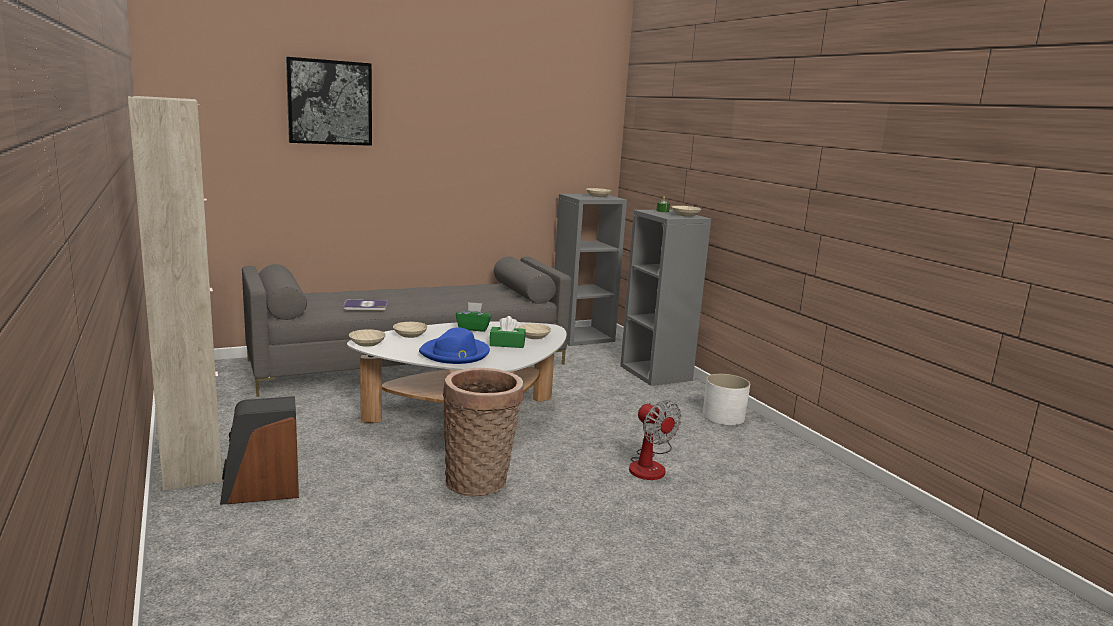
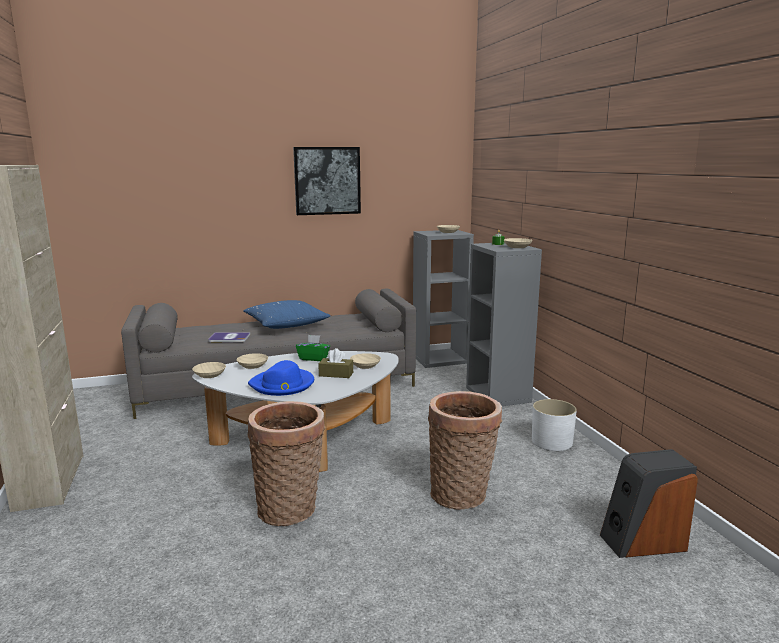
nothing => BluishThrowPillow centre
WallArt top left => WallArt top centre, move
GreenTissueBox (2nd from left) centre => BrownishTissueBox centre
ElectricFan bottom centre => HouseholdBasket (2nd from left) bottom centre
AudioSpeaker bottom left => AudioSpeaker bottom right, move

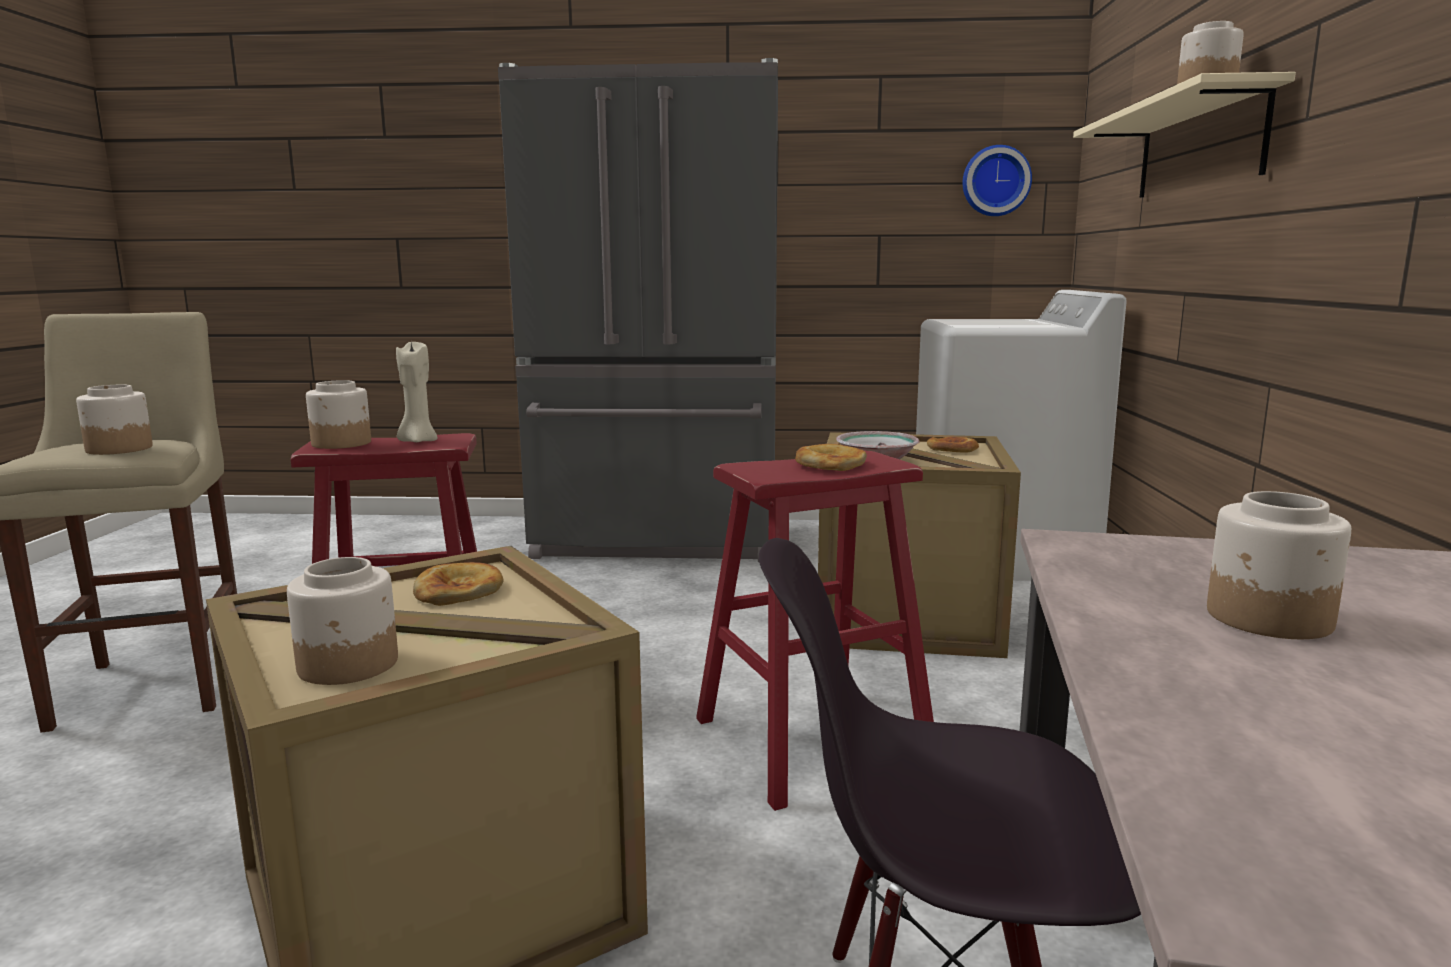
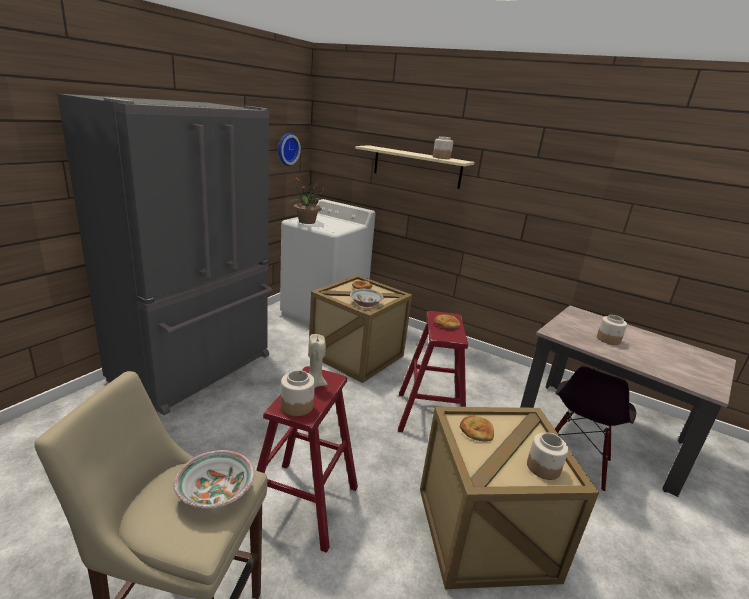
Jar (1st from left) middle left => Bowl (1st from left) bottom left
nothing => PlantInAPot centre

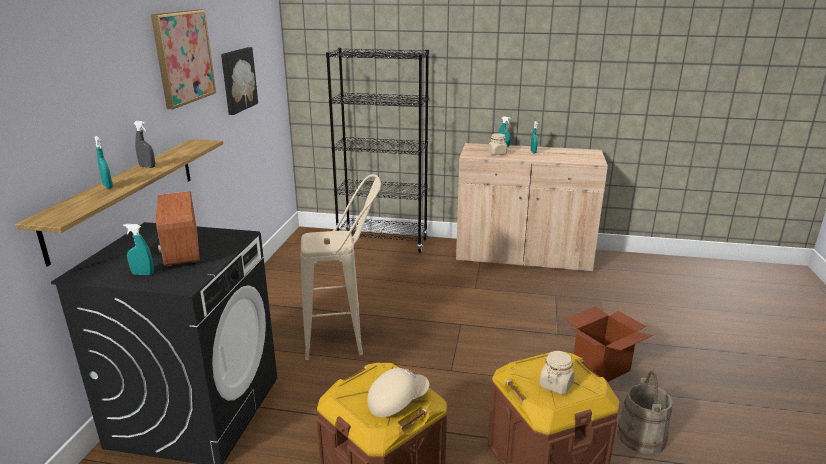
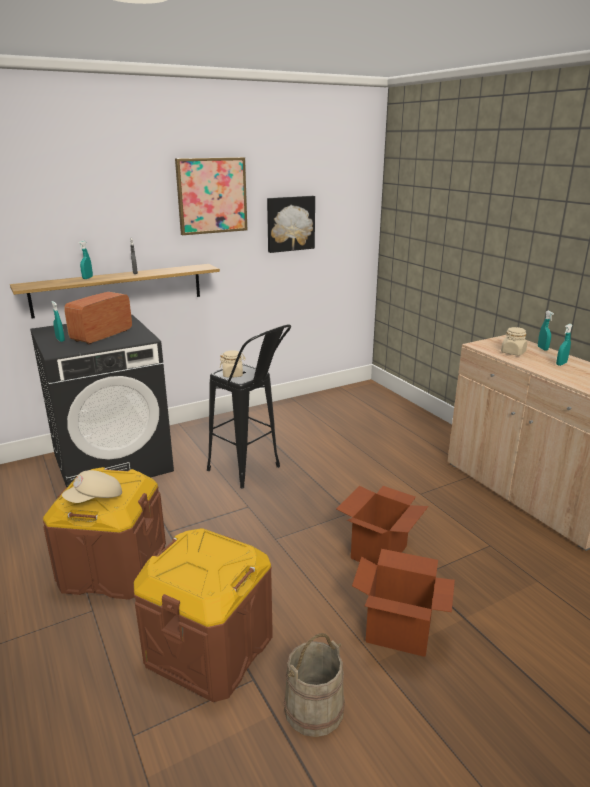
BeigeColouredBaseballCap bottom centre => BeigeColouredBaseballCap middle left, 120 degrees clockwise
BeigeColouredStoolSeat centre => BlackStoolSeat centre
BeigeColouredJar (2nd from left in the first image) bottom right => BeigeColouredJar (1st from left) centre, move
nothing => PackingBox (1st from left) bottom centre
BlackBookcase top centre => nothing

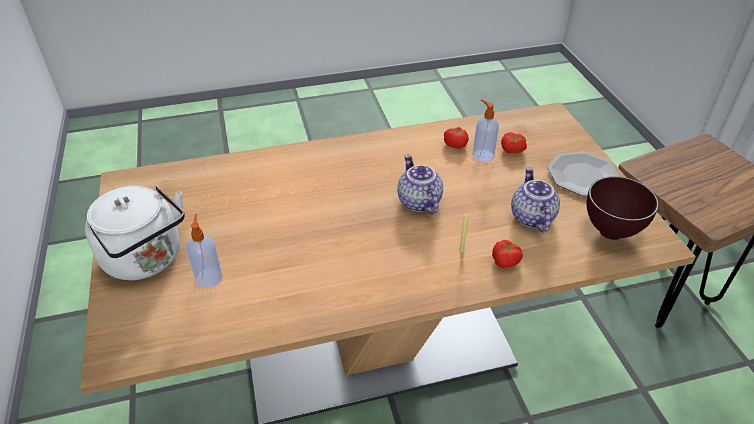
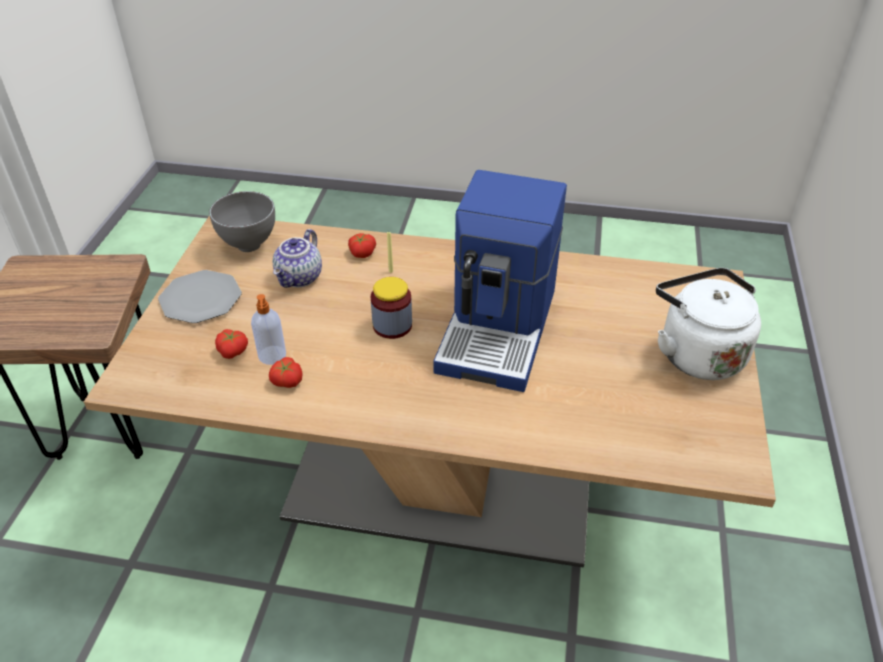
BrownishBowl middle right => GrayBowl middle left
Teapot (1st from left) centre => Jar centre
nothing => CoffeeMaker centre
SoapBottle (1st from left) middle left => nothing

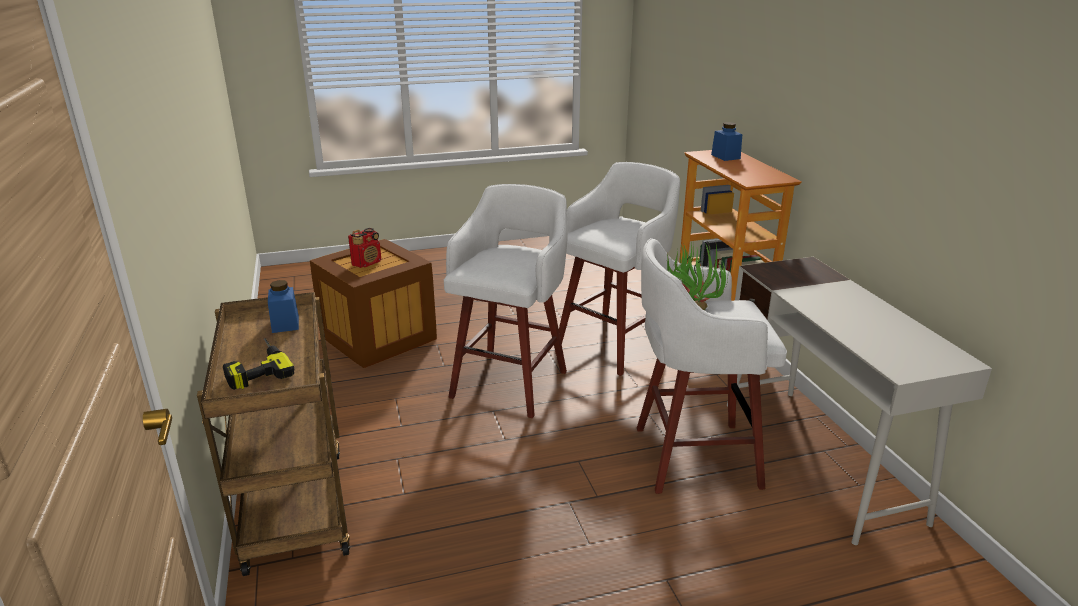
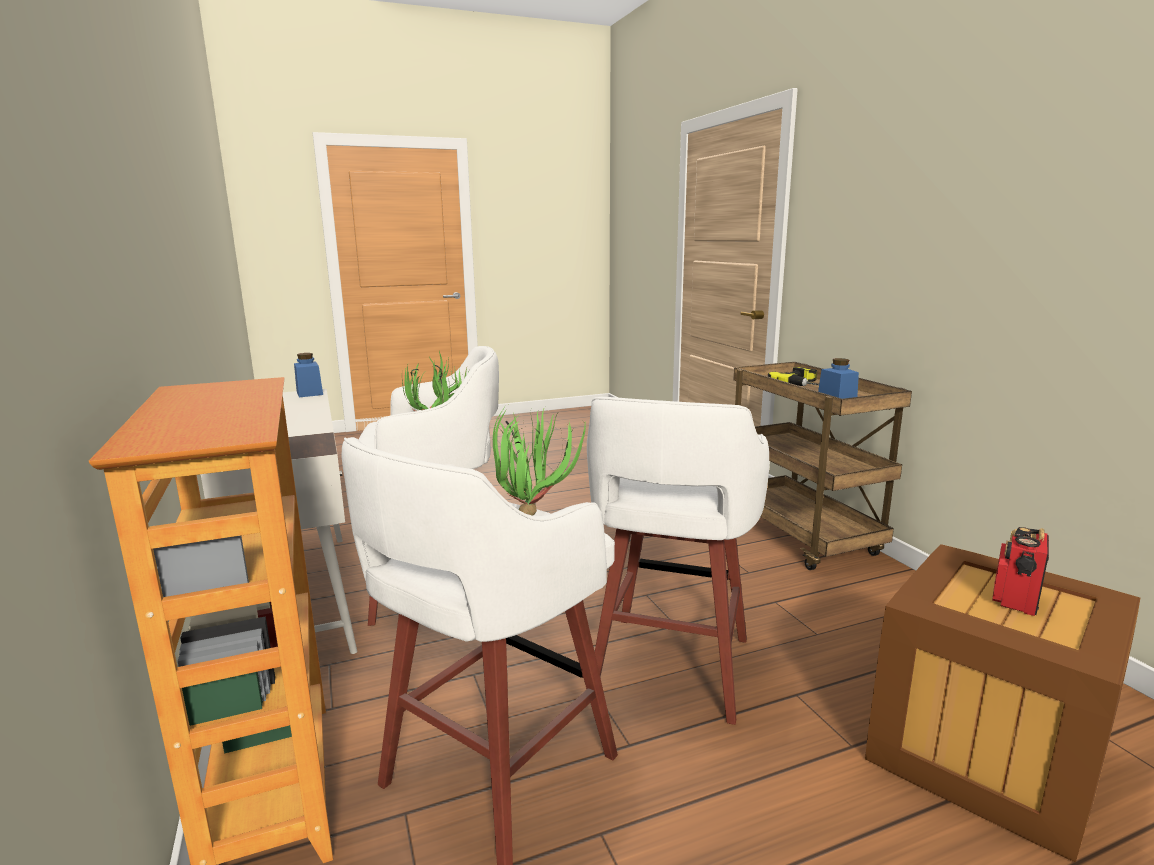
BluishJar (2nd from left in the first image) top right => BluishJar (1st from left) middle left, move
nothing => PlantInAPot (2nd from left) centre

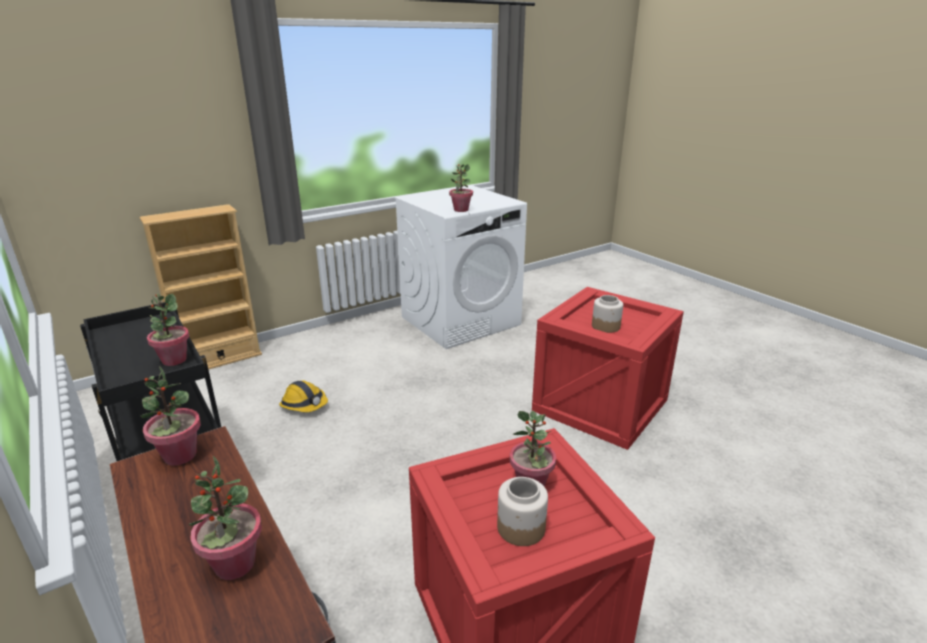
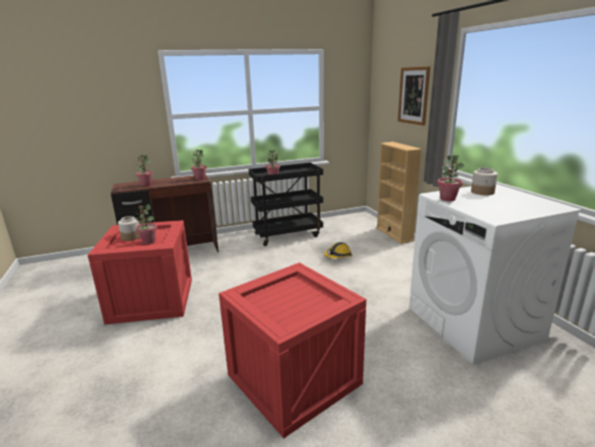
nothing => WallArt top right
Jar (2nd from left) centre => Jar (2nd from left) middle right, move

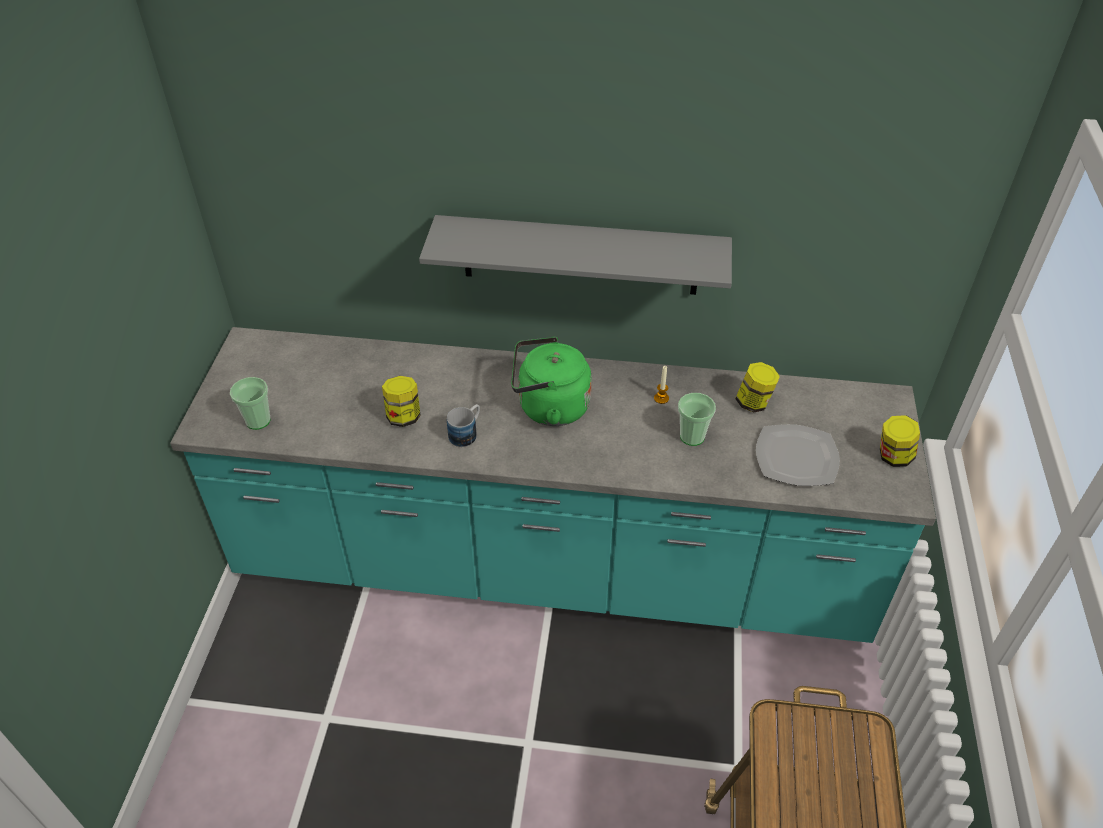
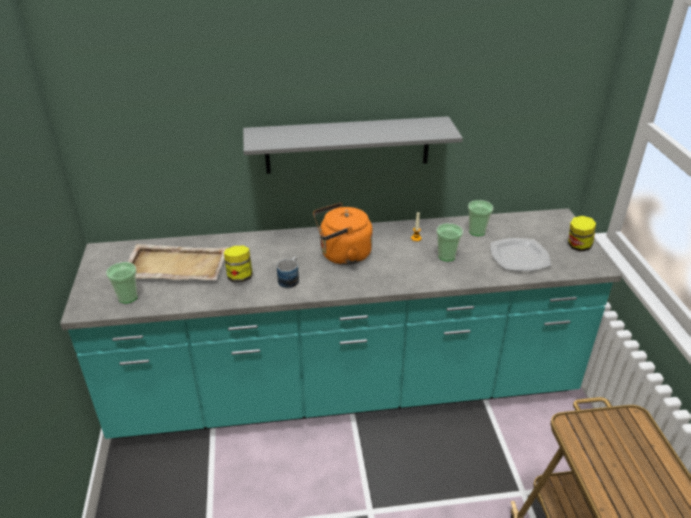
nothing => BeigeColouredTray middle left
GreenTeaKettle centre => OrangeColouredTeaKettle centre
Jar (2nd from left) middle right => SmallCup (3rd from left) middle right

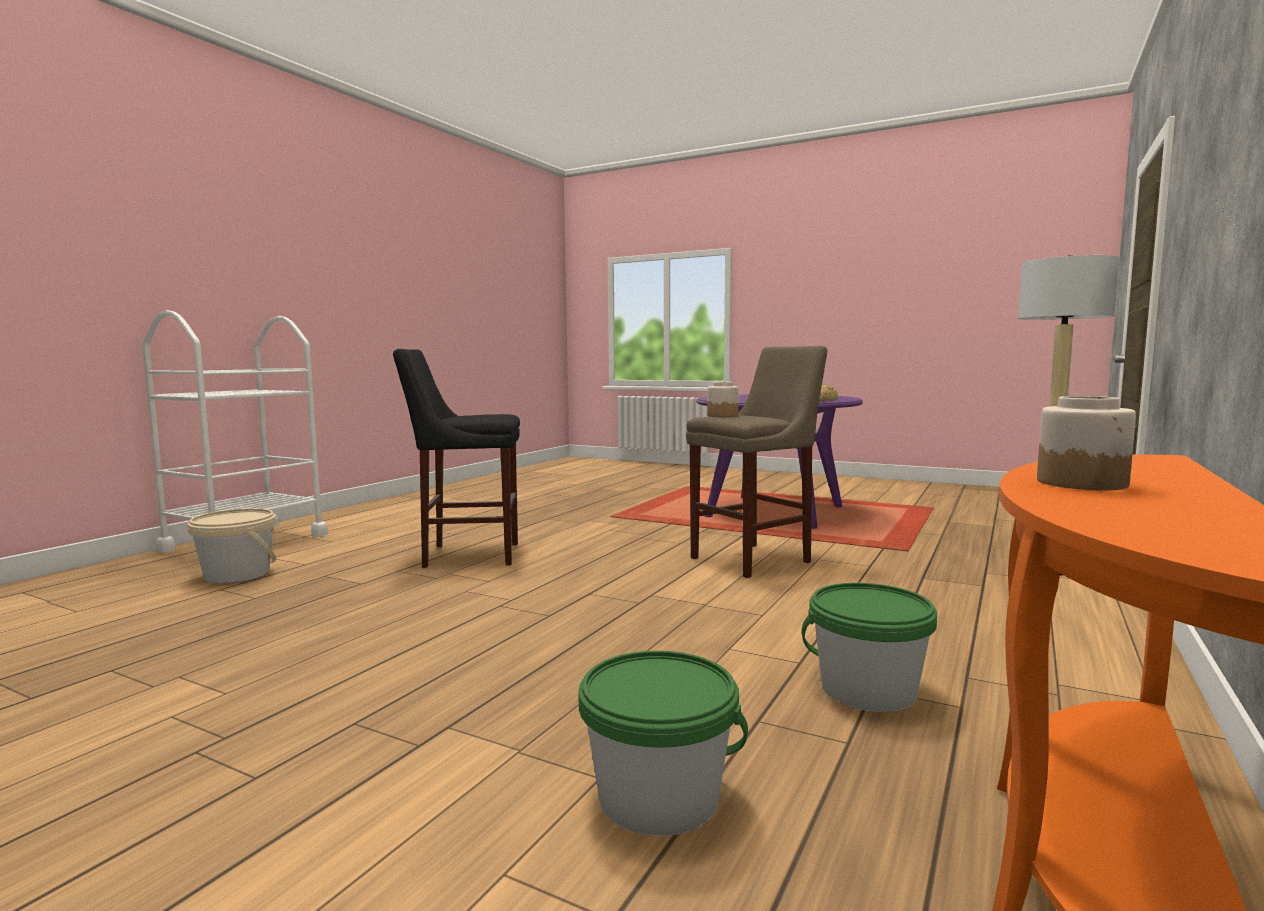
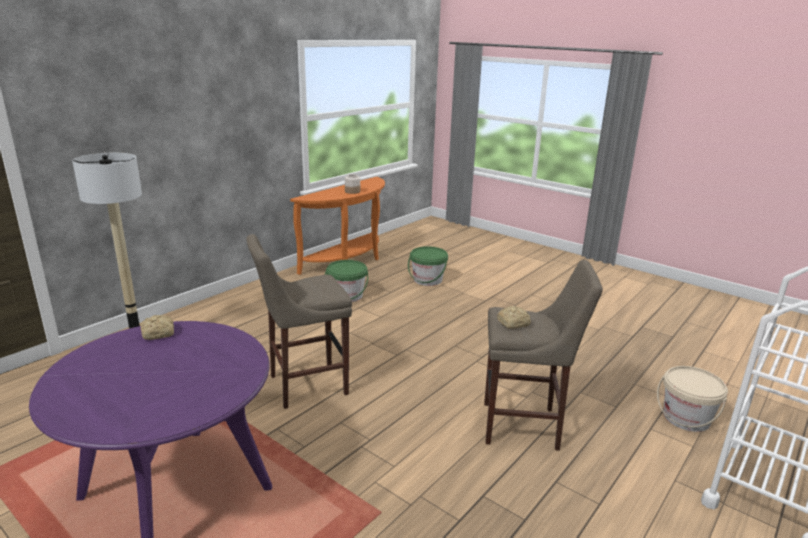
BlackStoolSeat centre => BeigeColouredStoolSeat (2nd from left) middle right
nothing => BakeryBread (2nd from left) centre
Jar (1st from left) centre => nothing

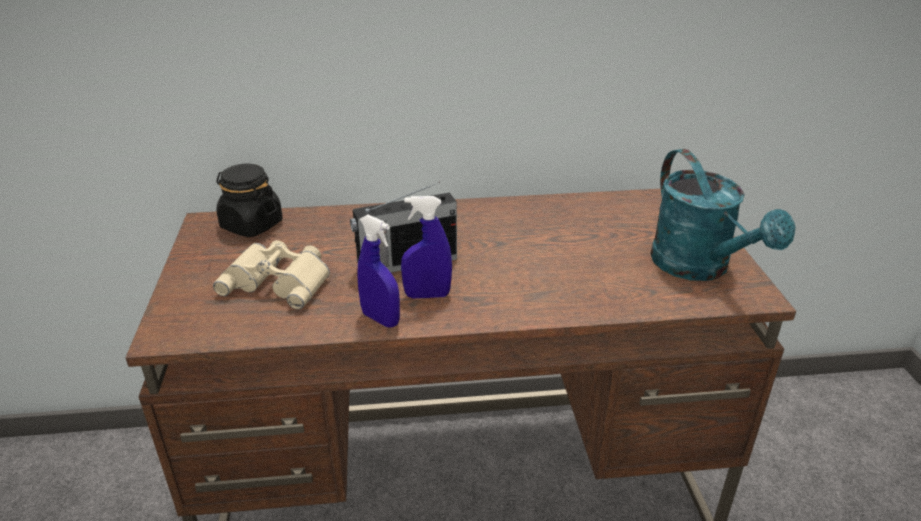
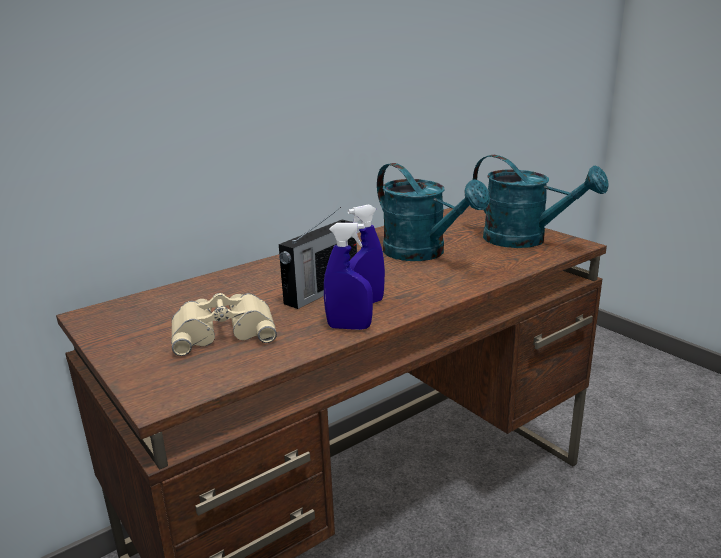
nothing => TurquoiseColouredSprinklingCan (1st from left) centre
BlackJar middle left => nothing

